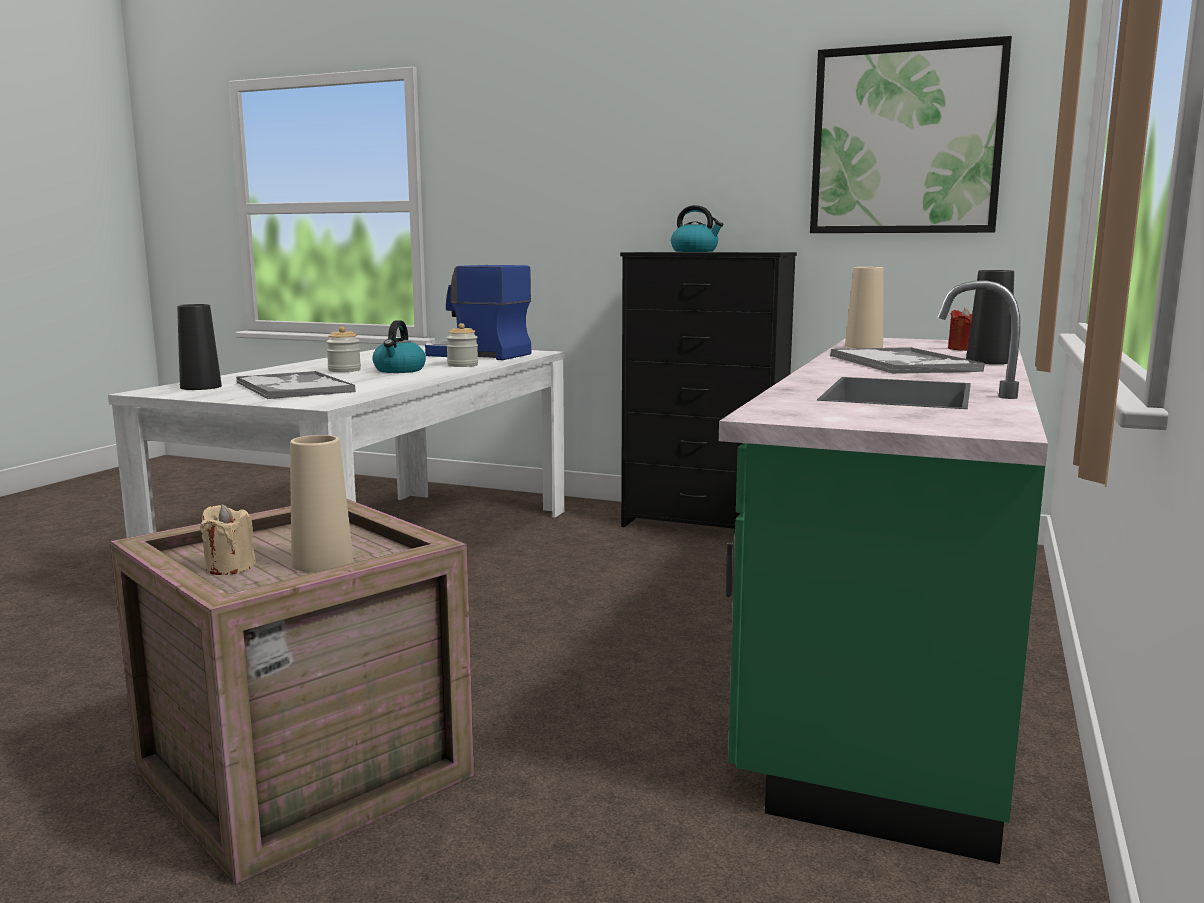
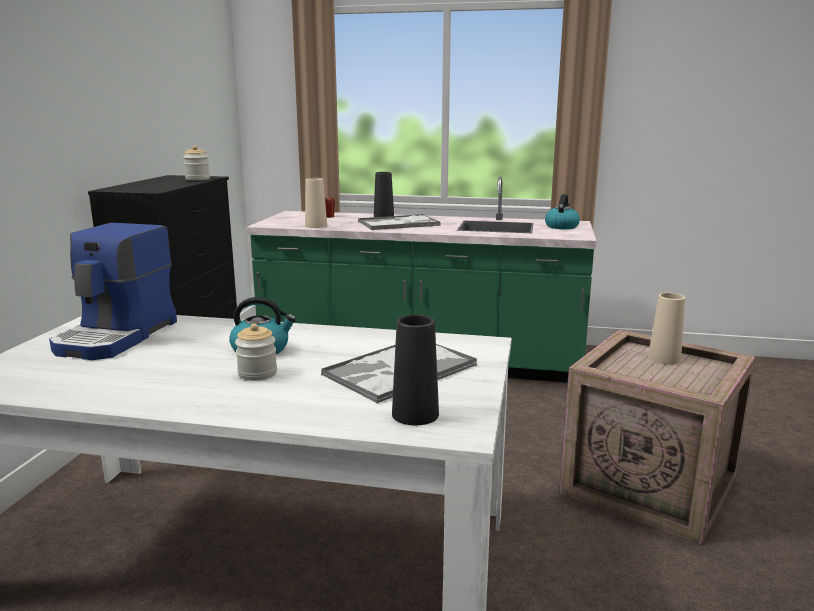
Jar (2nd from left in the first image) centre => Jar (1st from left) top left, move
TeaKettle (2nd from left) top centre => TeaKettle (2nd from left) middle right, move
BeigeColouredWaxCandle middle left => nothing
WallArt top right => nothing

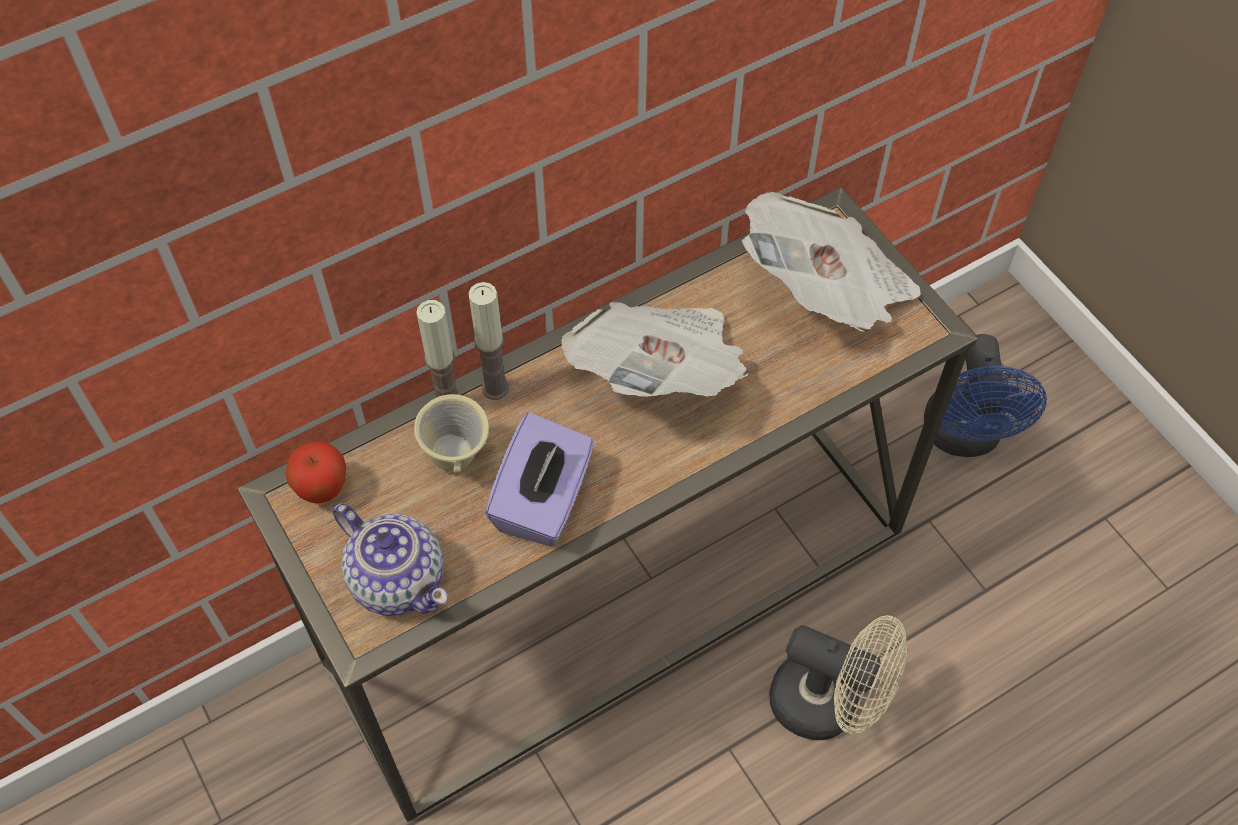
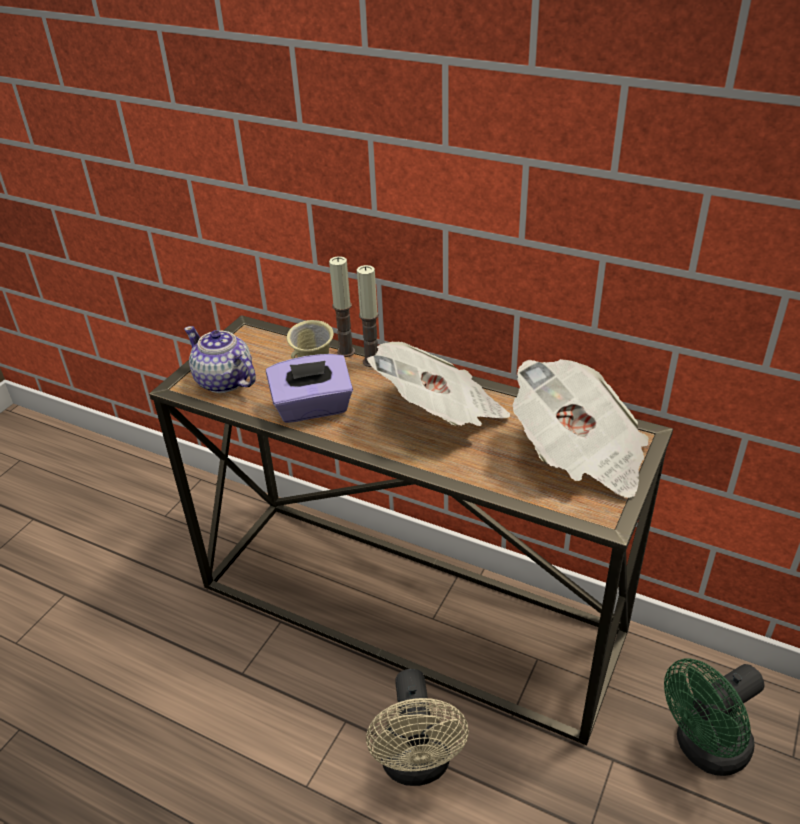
Teapot bottom left => Teapot middle left, 120 degrees clockwise
BluishElectricFan middle right => GreenElectricFan bottom right
Apple middle left => nothing

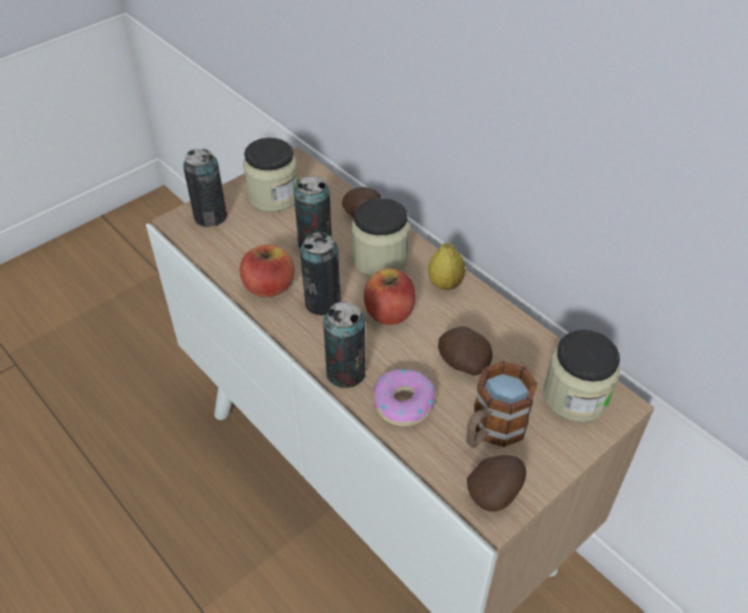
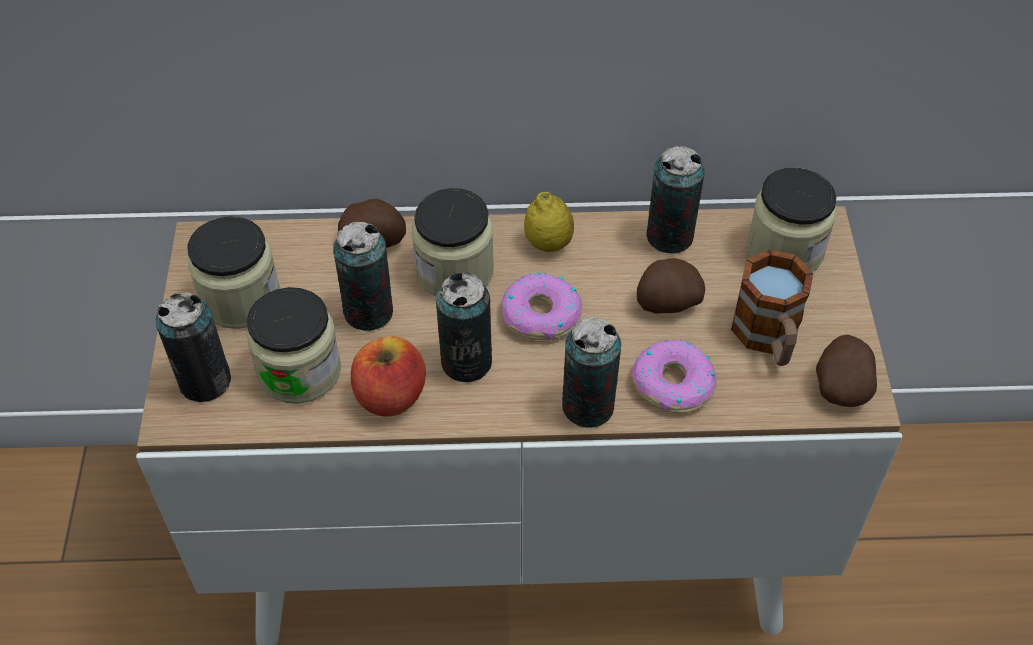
nothing => Jar (2nd from left) middle left
Apple (2nd from left) centre => Doughnut (1st from left) centre
nothing => SealedCan (5th from left) top centre

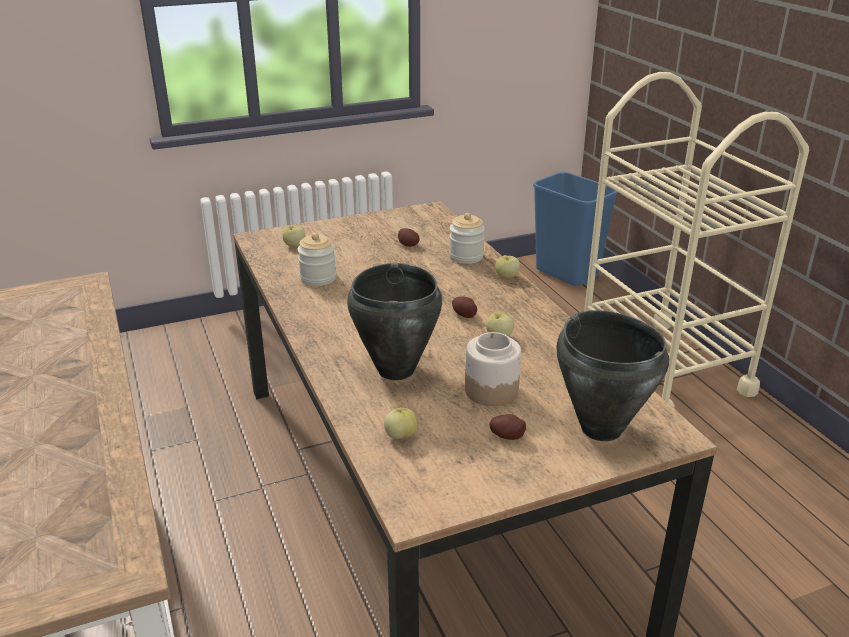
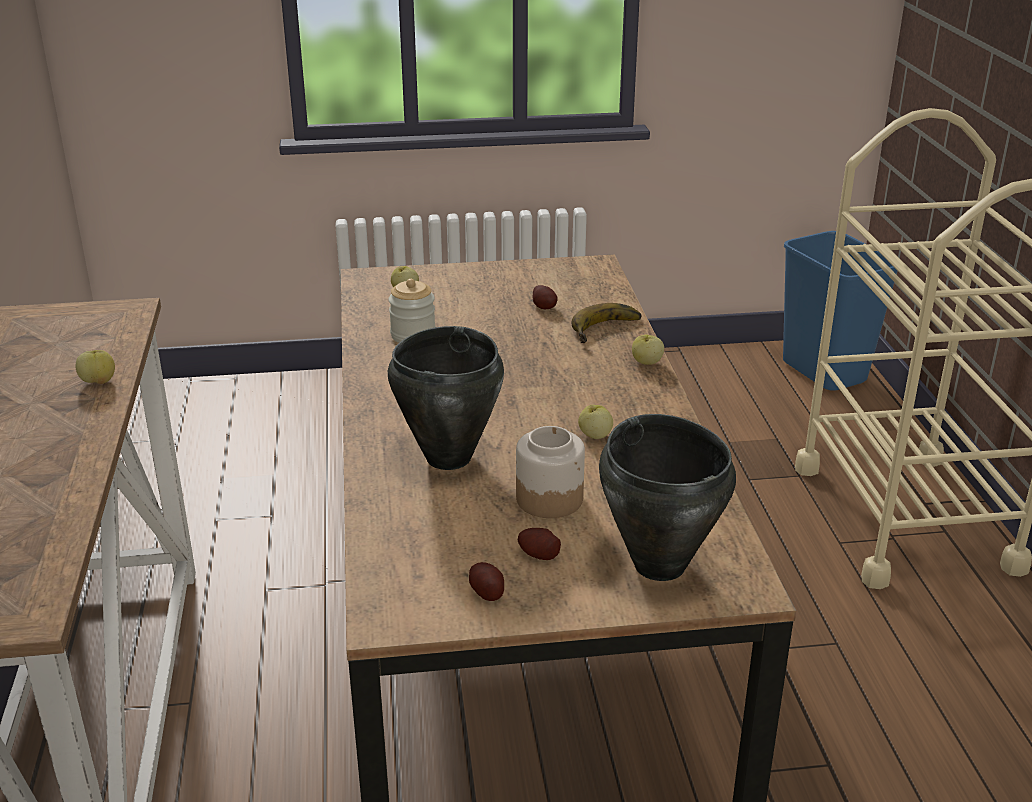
Apple (2nd from left in the first image) centre => Apple (1st from left) middle left, move
Spud (2nd from left in the first image) centre => Spud (1st from left) bottom centre, move
Jar (2nd from left) centre => BananaFruit centre

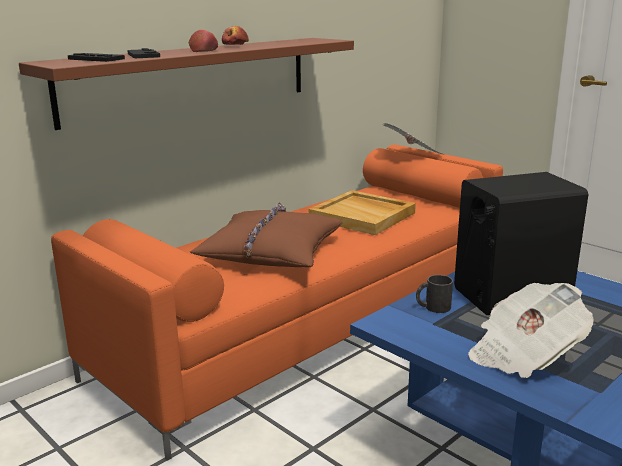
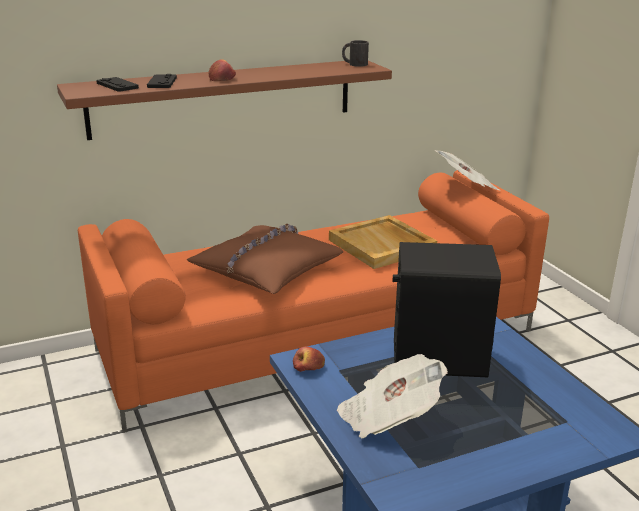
Apple (2nd from left) top centre => Apple (2nd from left) bottom centre, move
BlackMug middle right => BlackMug top centre, move

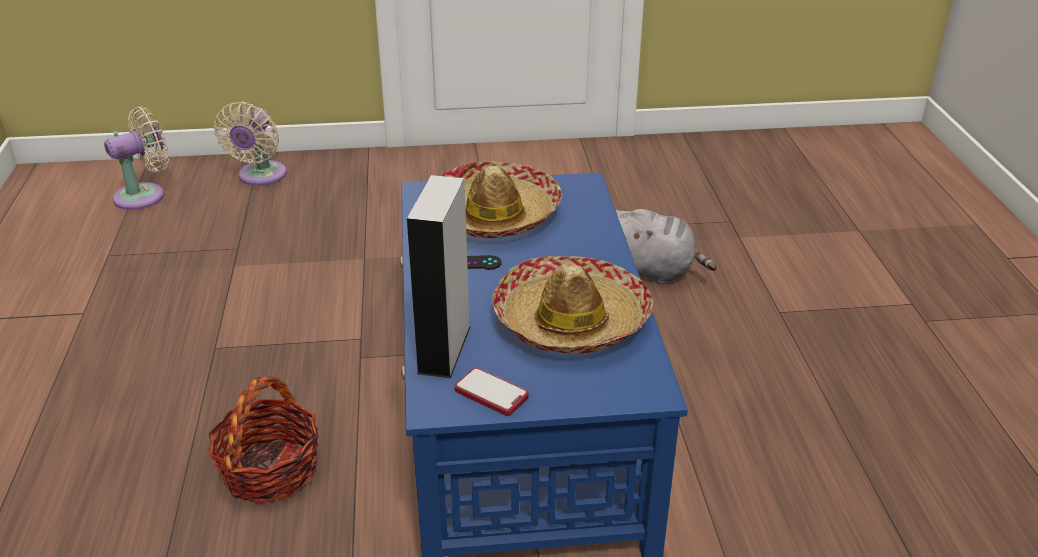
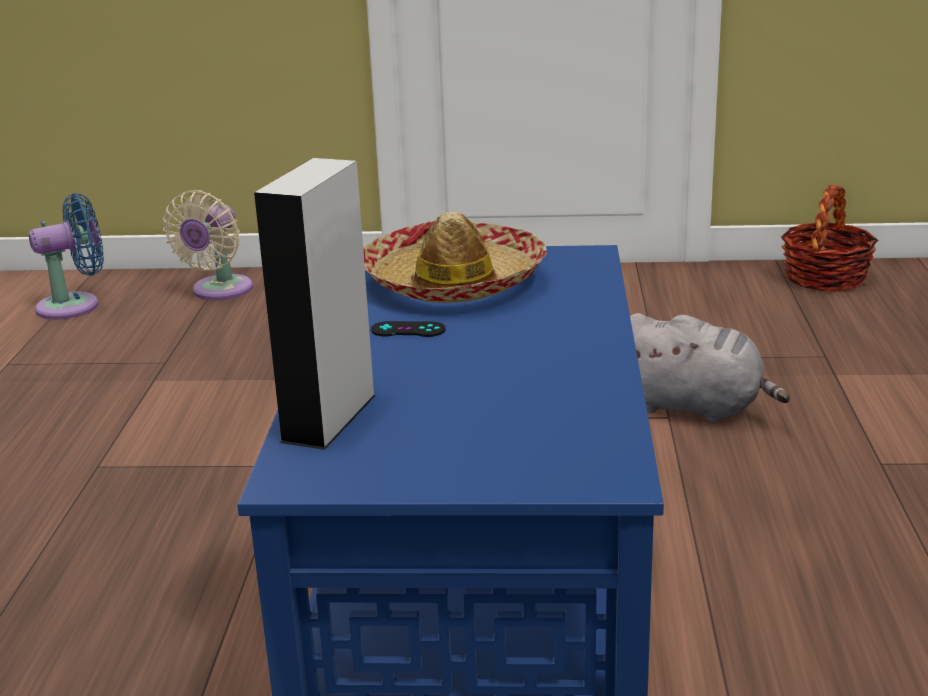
BeigeColouredElectricFan (1st from left) top left => BluishElectricFan middle left
HouseholdBasket bottom left => HouseholdBasket middle right, move
Handset bottom centre => nothing
Hat (2nd from left) centre => nothing

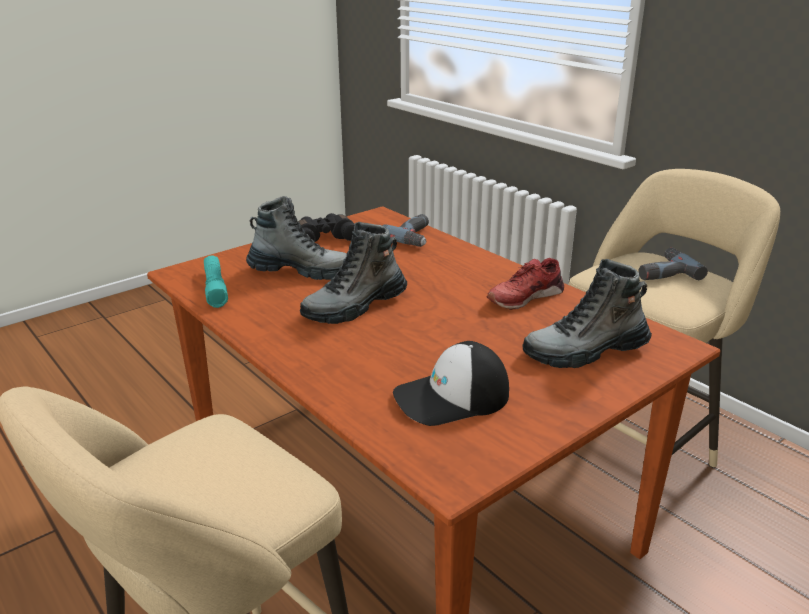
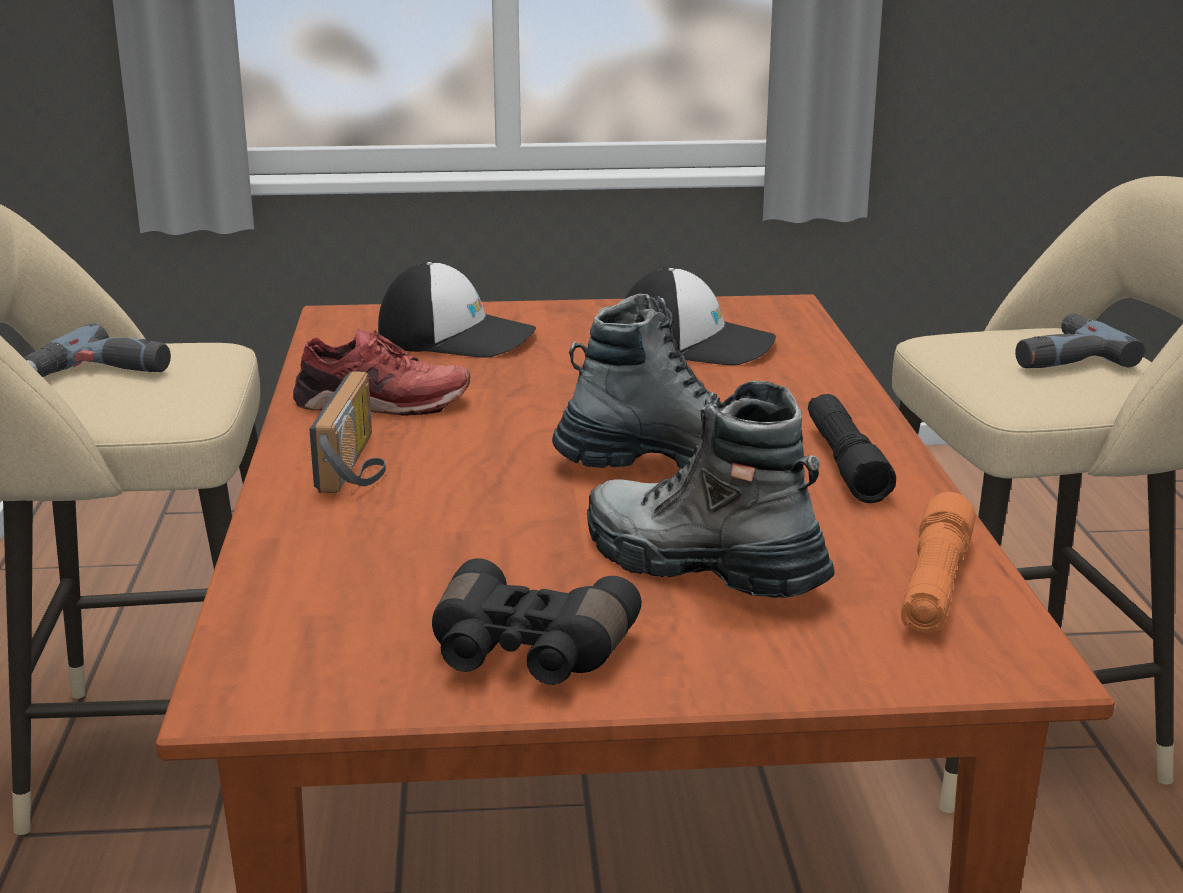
nothing => RadioSet middle left
HighTopBoot (3rd from left) middle right => BaseballCap (1st from left) centre
nothing => BlackFlashlight middle right
TurquoiseColouredFlashlight middle left => OrangeColouredFlashlight middle right
PowerDrill (1st from left in the first image) centre => PowerDrill (2nd from left) middle right, move

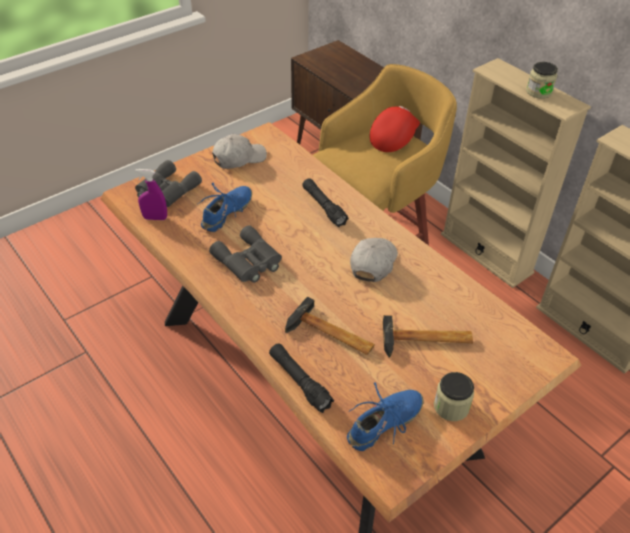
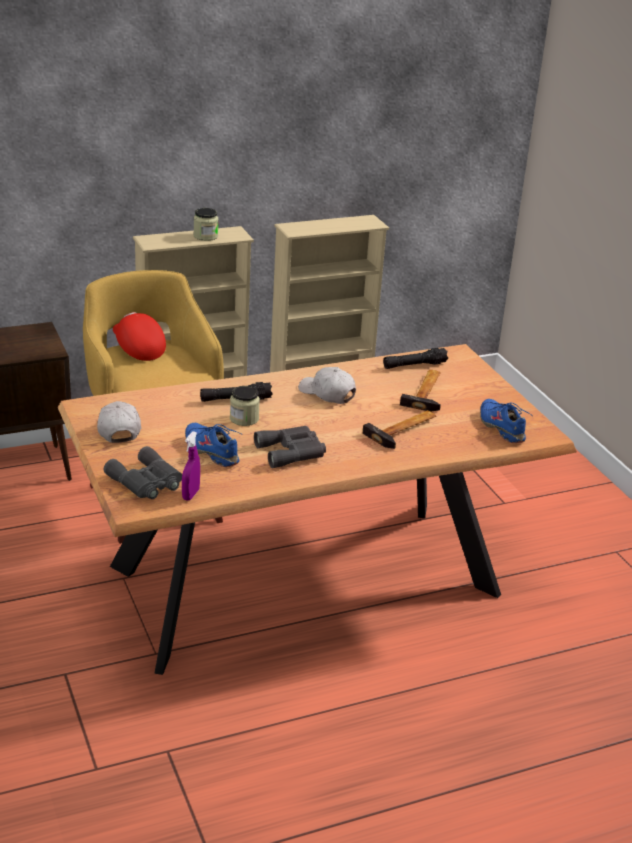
Jar (1st from left in the first image) bottom right => Jar (2nd from left) centre, move
BlackFlashlight (1st from left in the first image) bottom centre => BlackFlashlight (2nd from left) centre, move

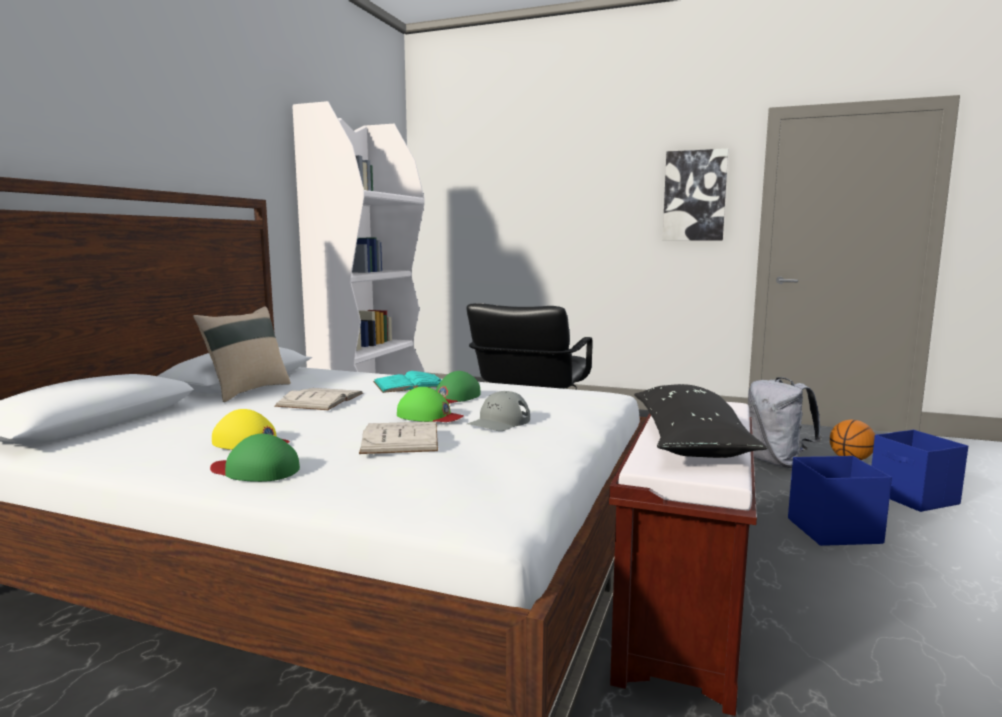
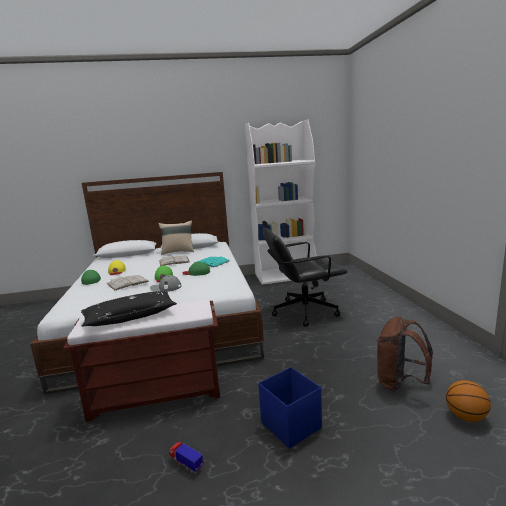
nothing => ToyTruck bottom centre
GrayBackpack middle right => BrownishBackpack bottom right
WallArt top right => nothing
BluishStorageContainer (2nd from left) middle right => nothing

